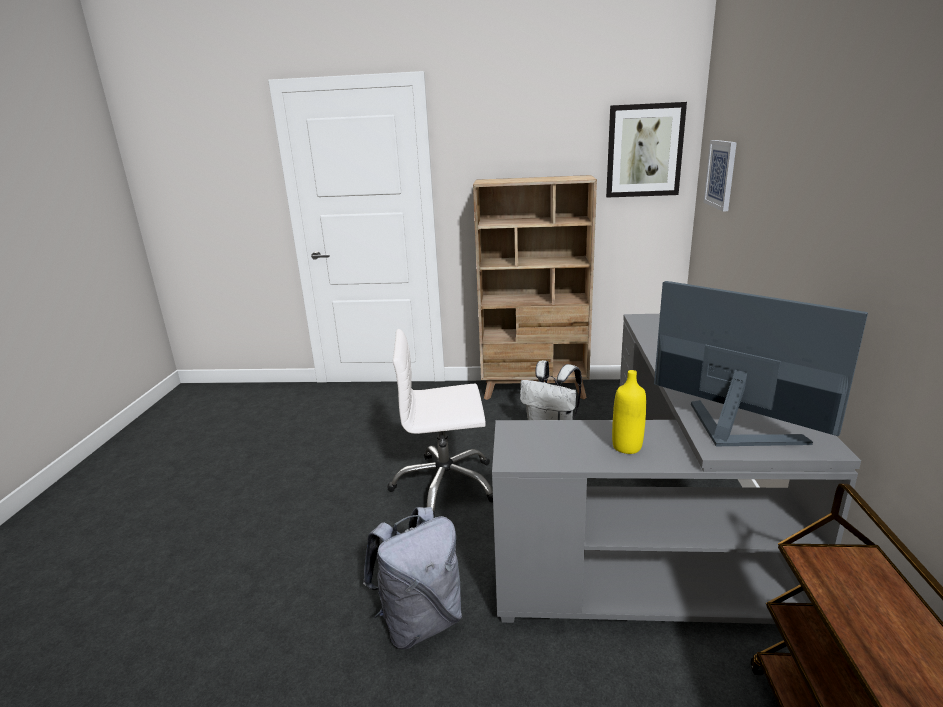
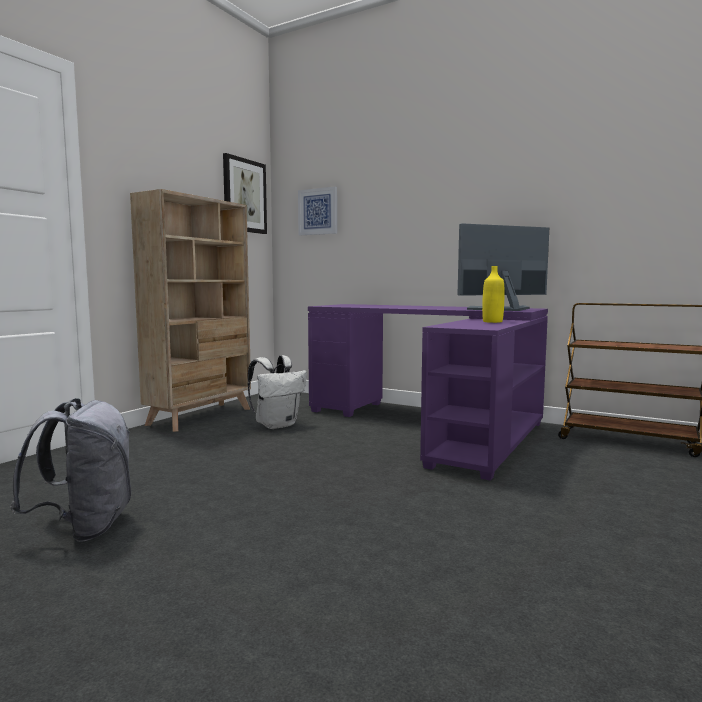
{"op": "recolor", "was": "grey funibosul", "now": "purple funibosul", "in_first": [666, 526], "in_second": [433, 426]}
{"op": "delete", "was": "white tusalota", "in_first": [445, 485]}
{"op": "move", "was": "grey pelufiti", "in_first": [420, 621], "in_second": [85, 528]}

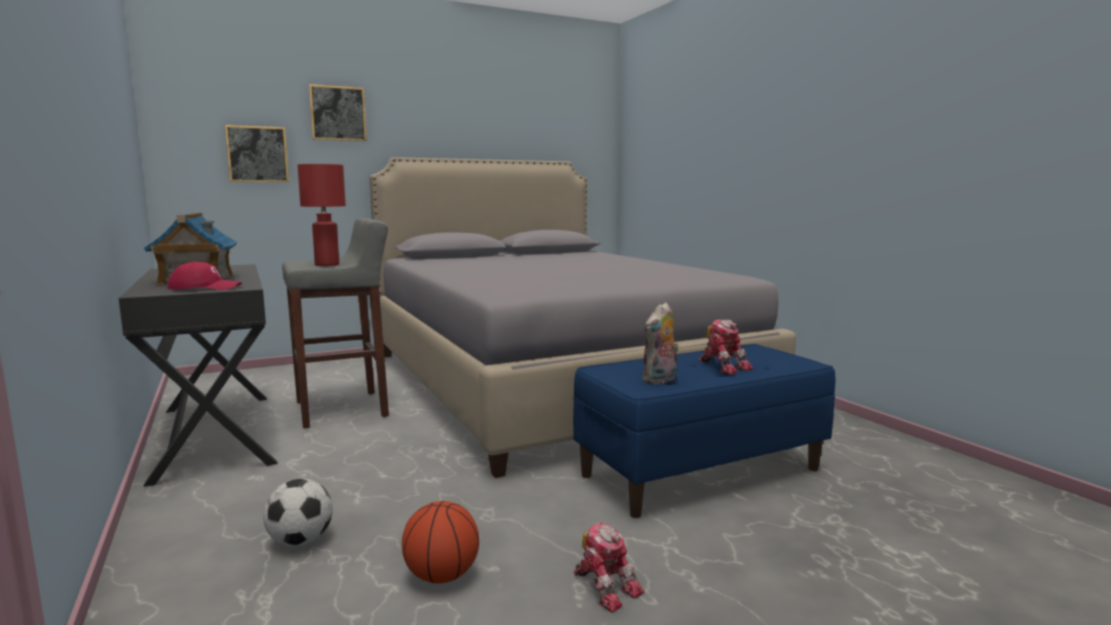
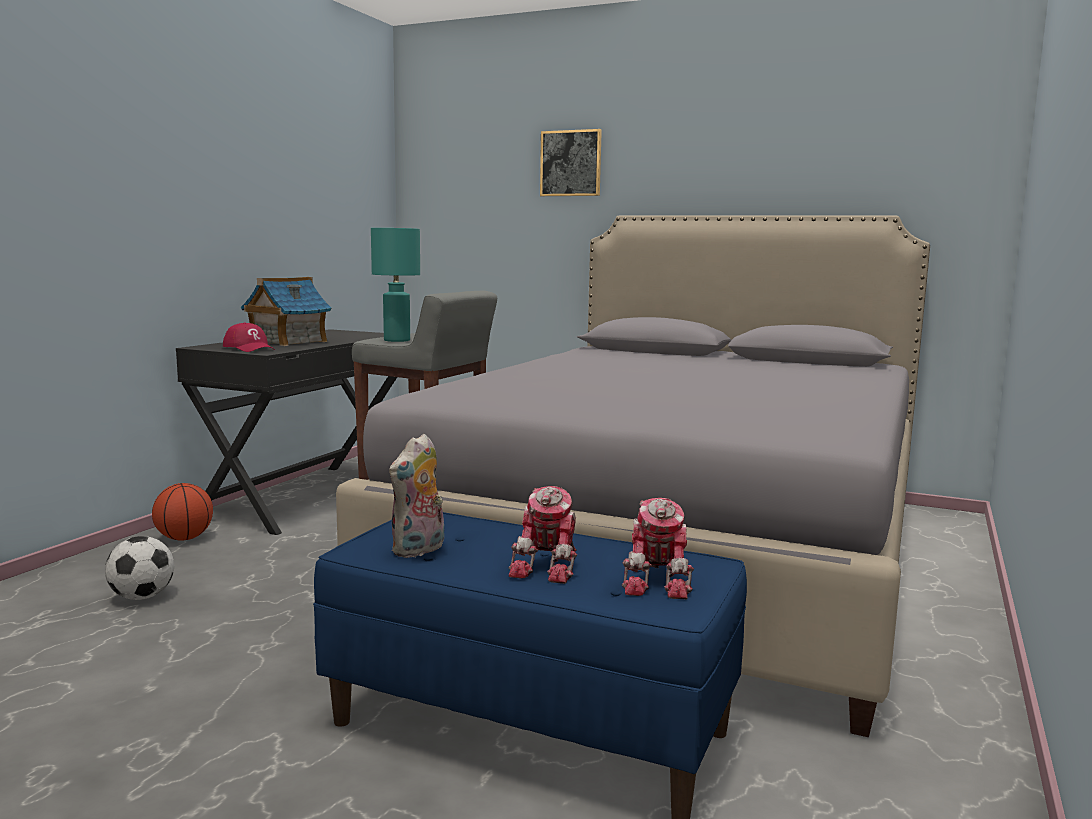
{"op": "delete", "was": "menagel", "in_first": [257, 154]}
{"op": "recolor", "was": "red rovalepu", "now": "turquoise rovalepu", "in_first": [327, 265], "in_second": [397, 340]}
{"op": "rotate", "was": "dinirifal", "in_first": [660, 380], "in_second": [419, 550], "clockwise": -60}
{"op": "move", "was": "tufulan", "in_first": [441, 576], "in_second": [184, 538]}
{"op": "move", "was": "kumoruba", "in_first": [605, 586], "in_second": [659, 581]}

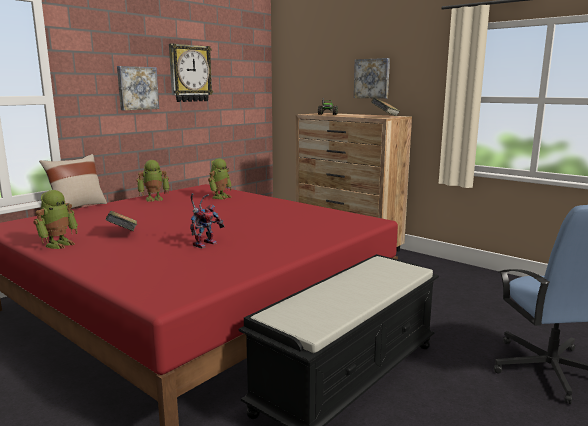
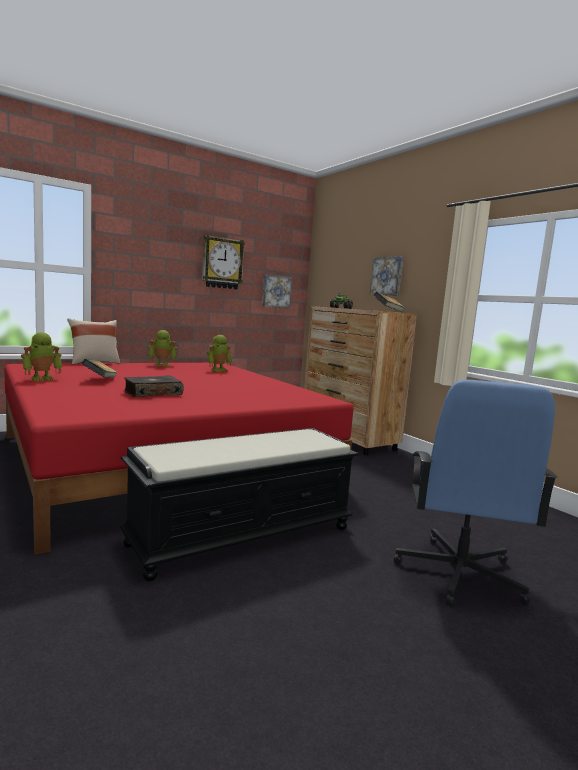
{"op": "move", "was": "menagel", "in_first": [137, 88], "in_second": [276, 291]}
{"op": "replace", "was": "kumoruba", "now": "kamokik", "in_first": [205, 243], "in_second": [152, 393]}

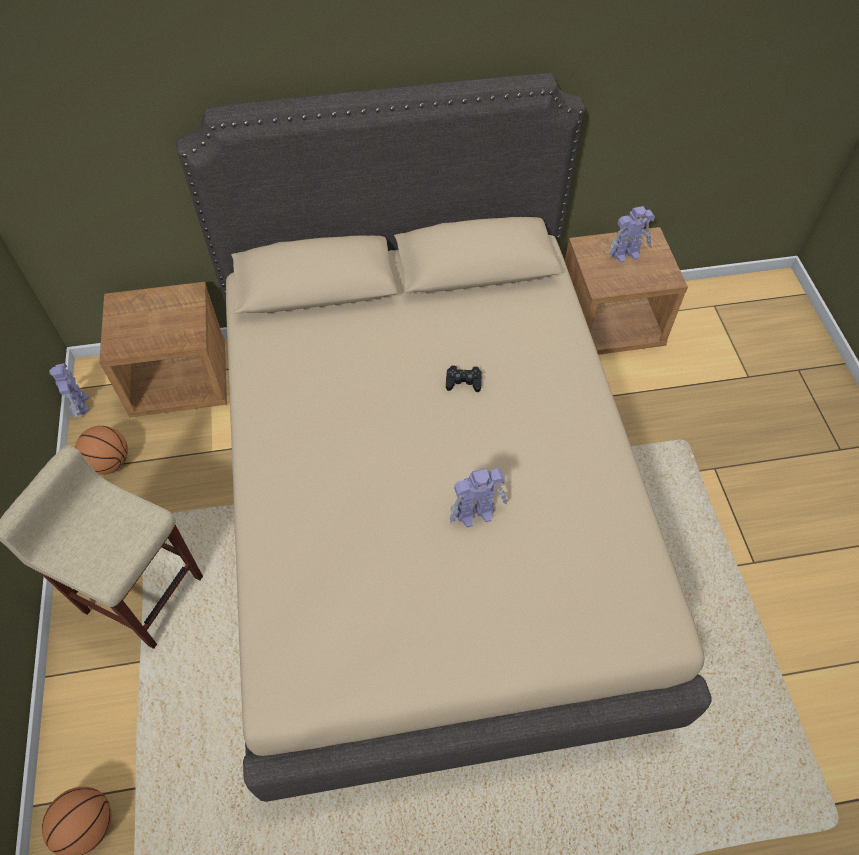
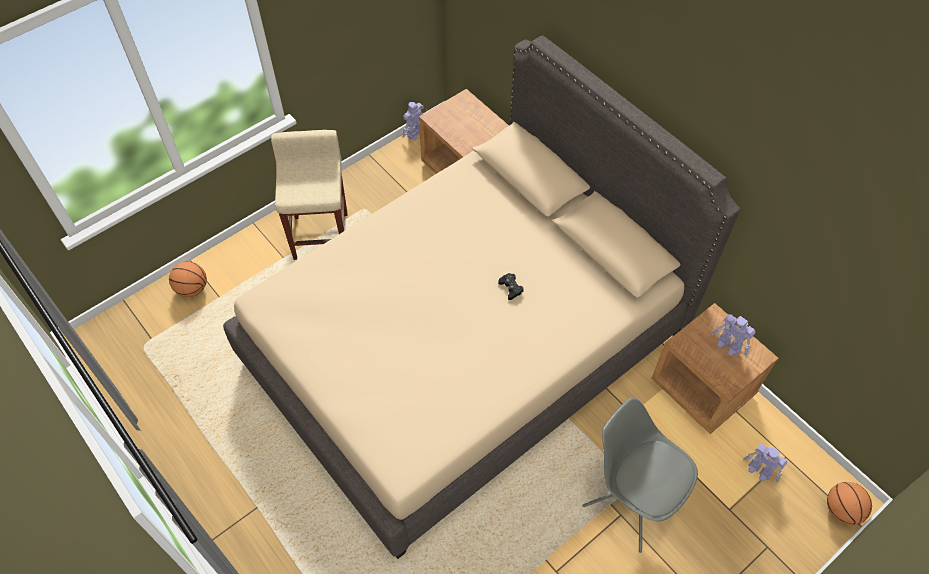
{"op": "move", "was": "tufulan", "in_first": [109, 462], "in_second": [841, 510]}
{"op": "move", "was": "kumoruba", "in_first": [476, 513], "in_second": [760, 471]}
{"op": "insert", "now": "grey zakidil", "in_second": [630, 501]}

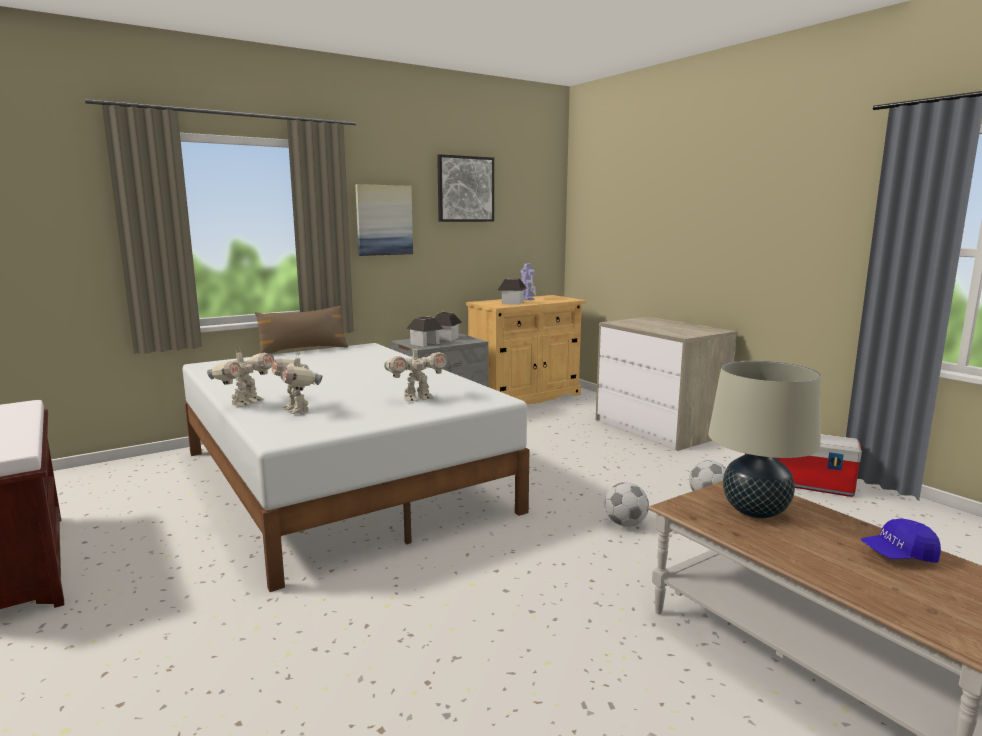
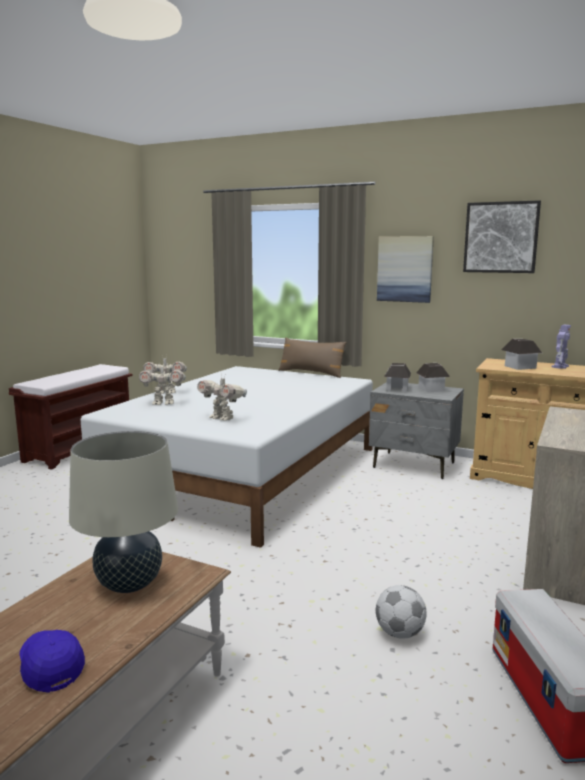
{"op": "rotate", "was": "kumoruba", "in_first": [298, 410], "in_second": [163, 403], "clockwise": -120}
{"op": "delete", "was": "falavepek", "in_first": [625, 524]}

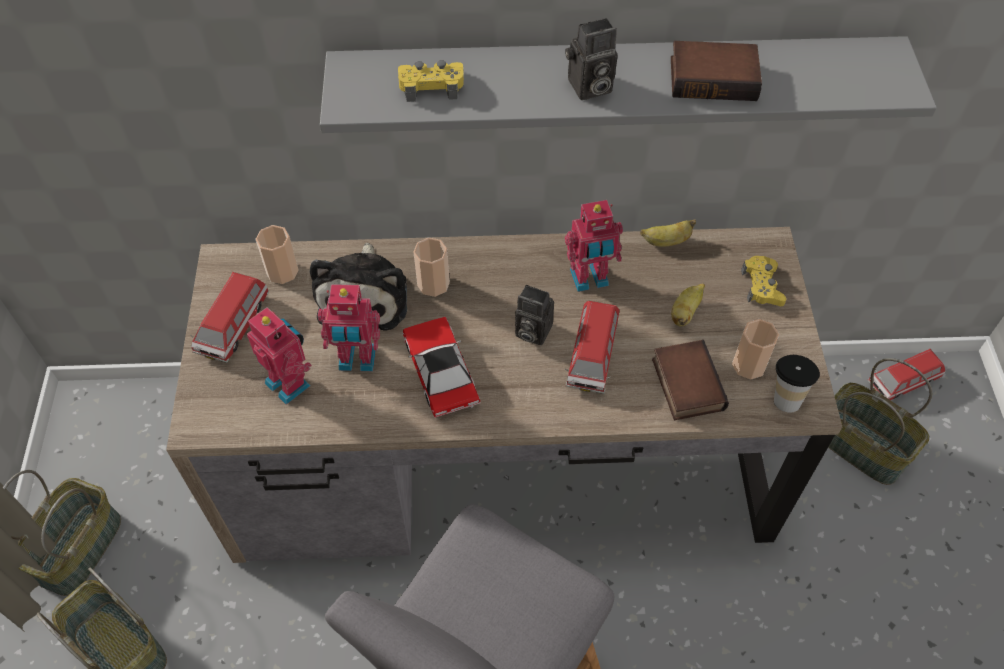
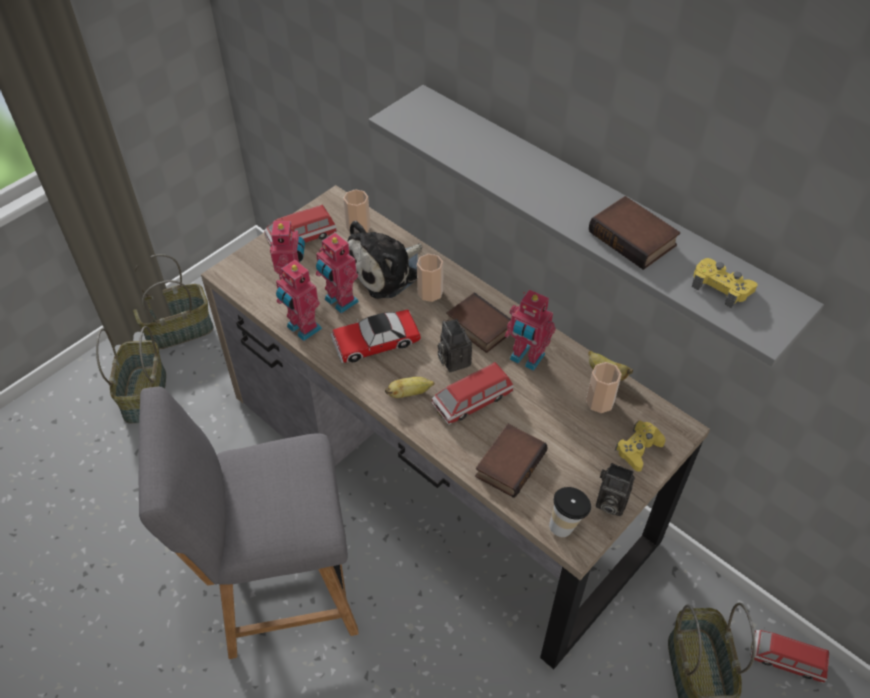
{"op": "move", "was": "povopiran", "in_first": [589, 88], "in_second": [609, 502]}
{"op": "move", "was": "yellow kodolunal", "in_first": [431, 86], "in_second": [721, 287]}
{"op": "move", "was": "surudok", "in_first": [685, 312], "in_second": [409, 393]}
{"op": "rotate", "was": "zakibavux", "in_first": [440, 372], "in_second": [375, 342], "clockwise": -135}
{"op": "move", "was": "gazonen", "in_first": [749, 365], "in_second": [600, 401]}
{"op": "insert", "now": "kumoruba", "in_second": [302, 329]}
{"op": "insert", "now": "kamokik", "in_second": [478, 327]}

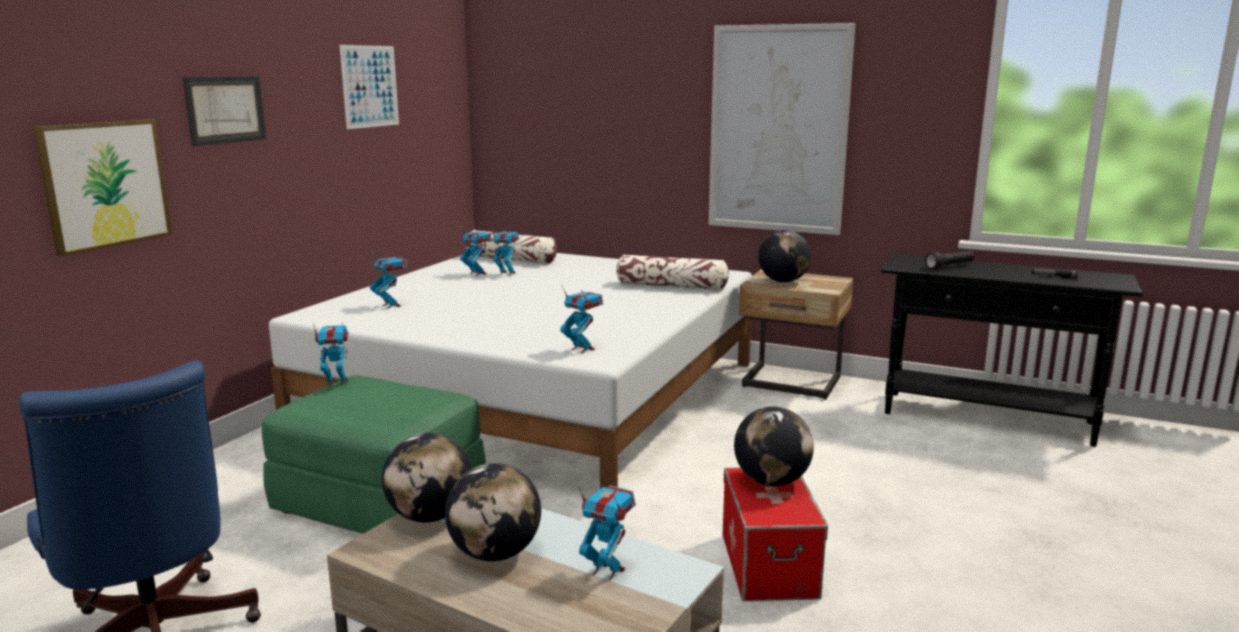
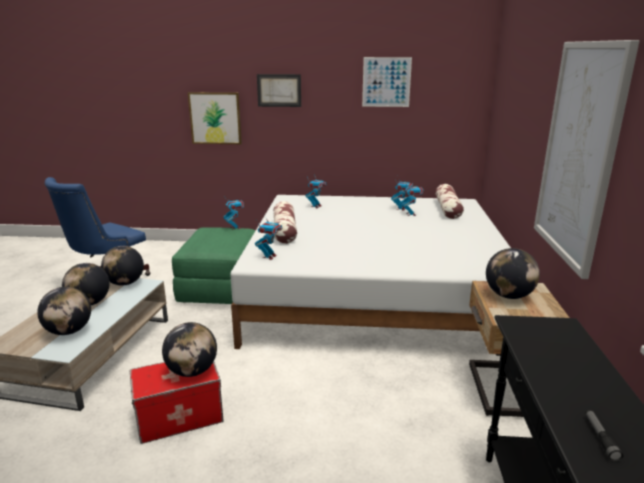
{"op": "delete", "was": "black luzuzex", "in_first": [949, 266]}
{"op": "move", "was": "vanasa", "in_first": [672, 286], "in_second": [284, 231]}
{"op": "replace", "was": "kumoruba", "now": "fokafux", "in_first": [607, 571], "in_second": [69, 331]}

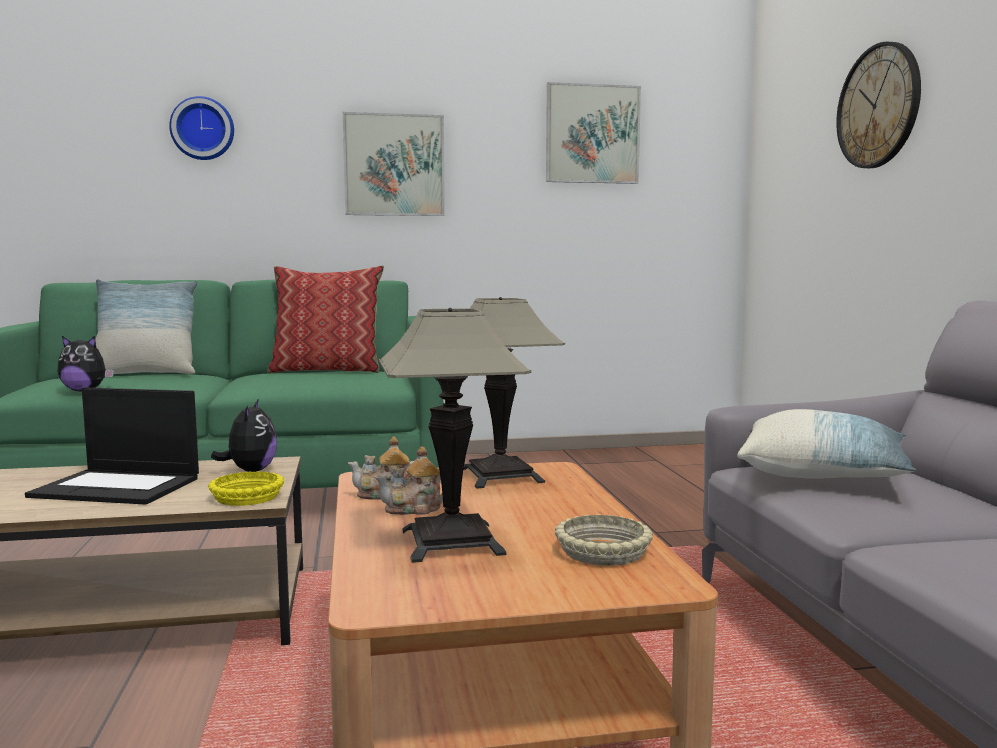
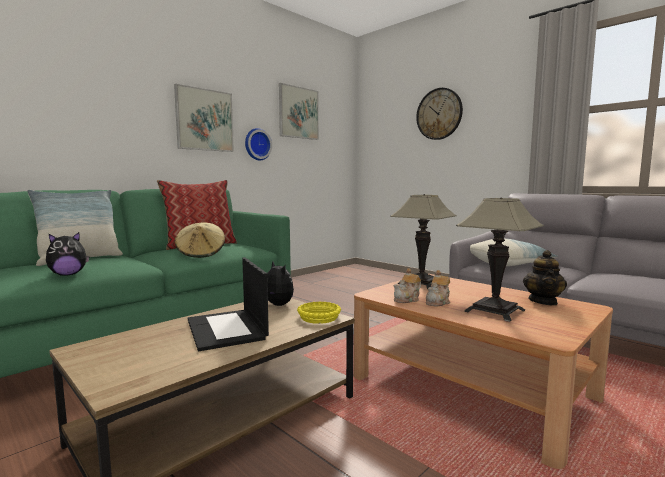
{"op": "move", "was": "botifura", "in_first": [203, 129], "in_second": [257, 144]}
{"op": "rotate", "was": "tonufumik", "in_first": [119, 487], "in_second": [227, 329], "clockwise": 90}
{"op": "replace", "was": "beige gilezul", "now": "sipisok", "in_first": [604, 550], "in_second": [543, 301]}
{"op": "insert", "now": "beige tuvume", "in_second": [201, 254]}

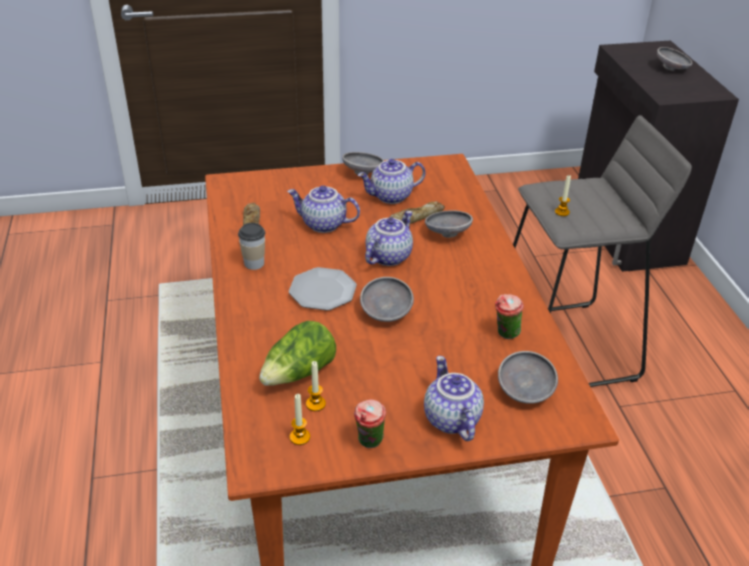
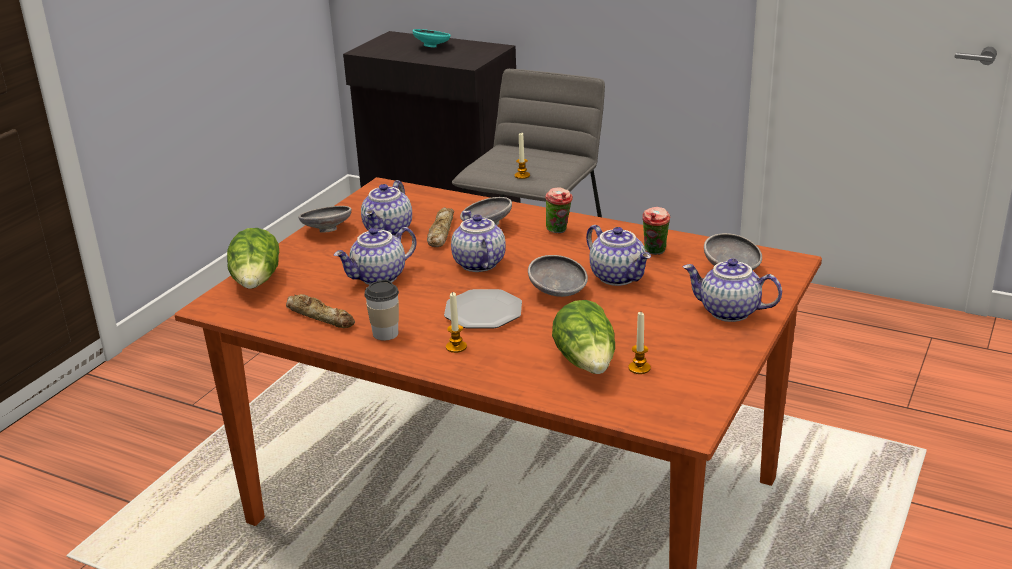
{"op": "recolor", "was": "grey gilezul", "now": "turquoise gilezul", "in_first": [672, 69], "in_second": [433, 46]}
{"op": "move", "was": "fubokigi", "in_first": [299, 437], "in_second": [456, 347]}
{"op": "move", "was": "gazonen", "in_first": [369, 443], "in_second": [559, 231]}
{"op": "insert", "now": "sipisok", "in_second": [619, 277]}
{"op": "insert", "now": "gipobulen", "in_second": [257, 282]}

